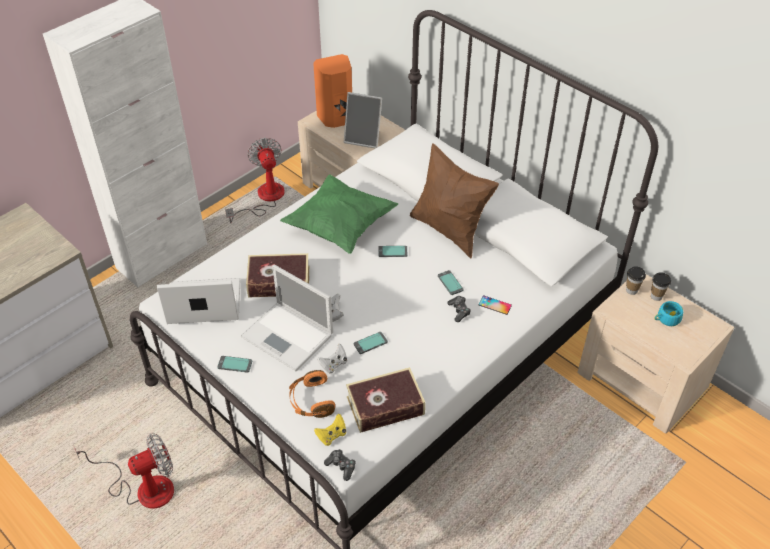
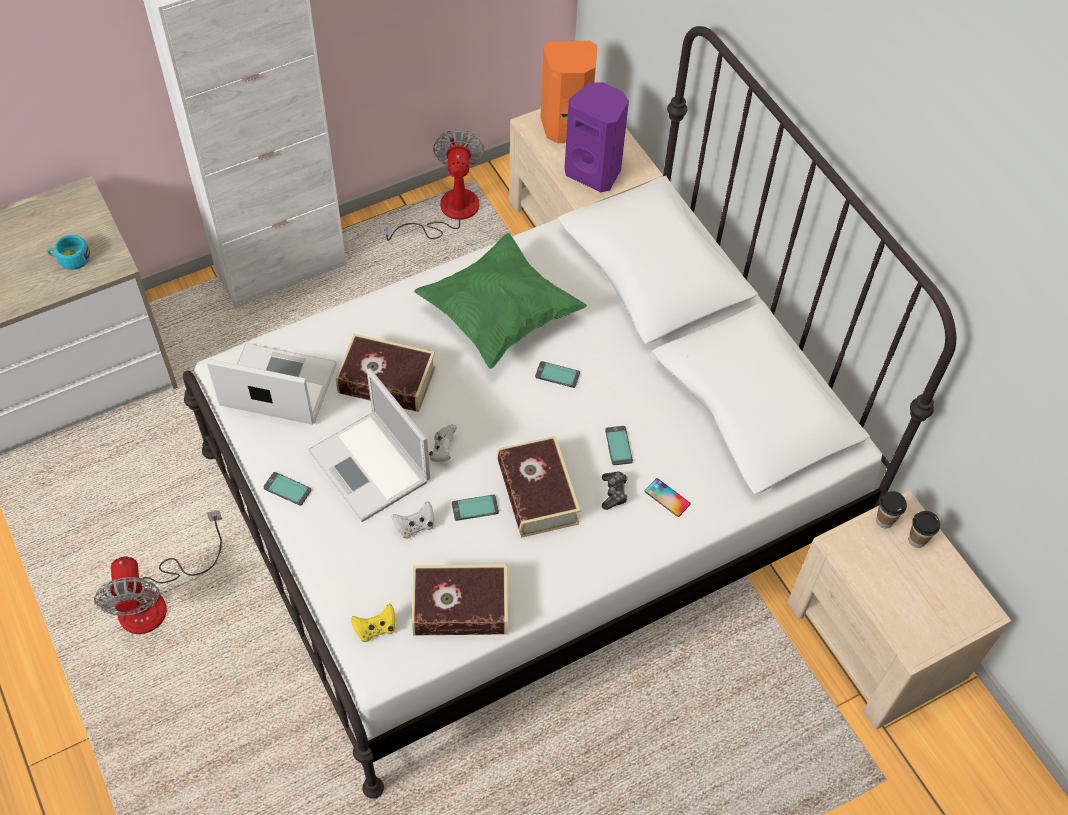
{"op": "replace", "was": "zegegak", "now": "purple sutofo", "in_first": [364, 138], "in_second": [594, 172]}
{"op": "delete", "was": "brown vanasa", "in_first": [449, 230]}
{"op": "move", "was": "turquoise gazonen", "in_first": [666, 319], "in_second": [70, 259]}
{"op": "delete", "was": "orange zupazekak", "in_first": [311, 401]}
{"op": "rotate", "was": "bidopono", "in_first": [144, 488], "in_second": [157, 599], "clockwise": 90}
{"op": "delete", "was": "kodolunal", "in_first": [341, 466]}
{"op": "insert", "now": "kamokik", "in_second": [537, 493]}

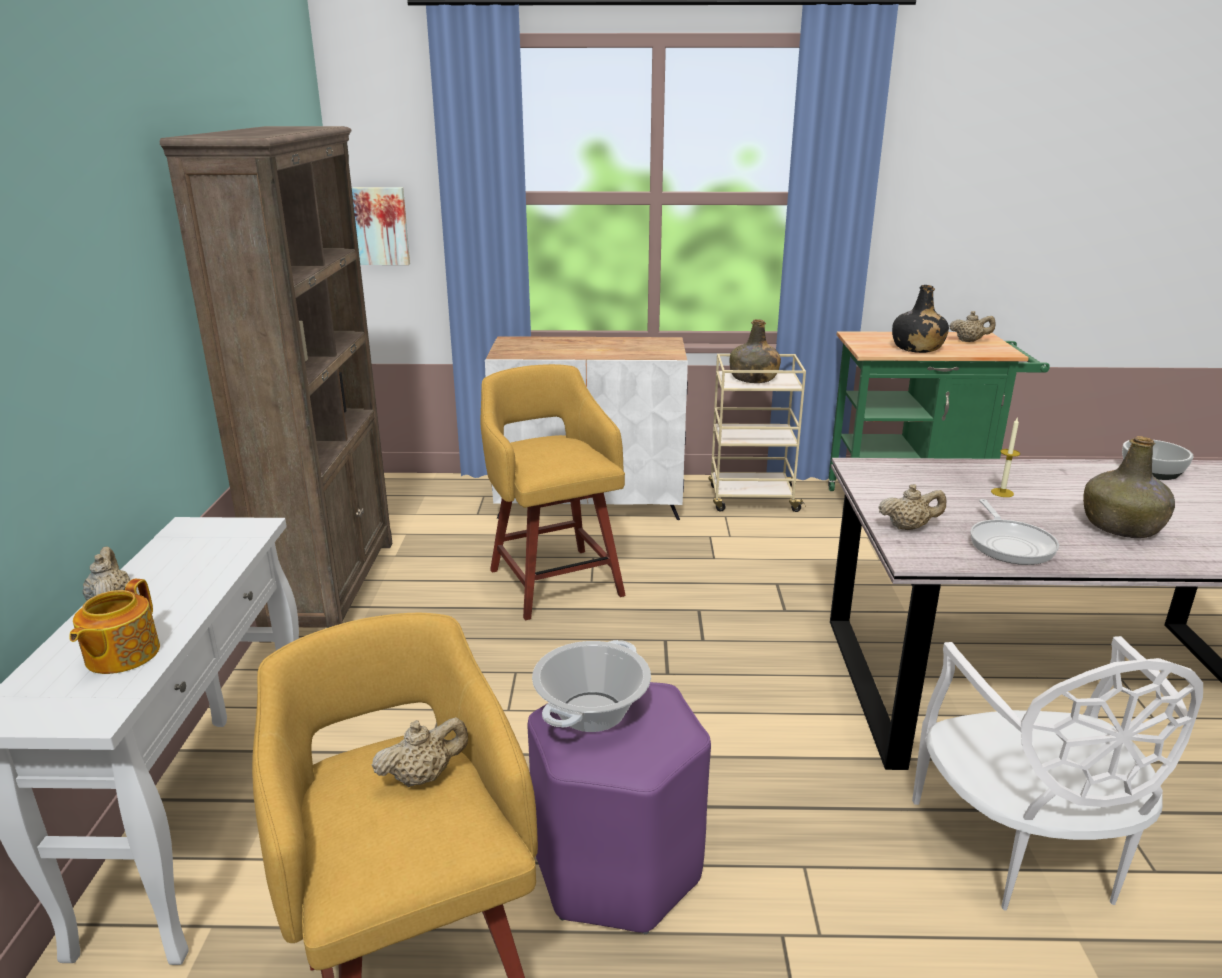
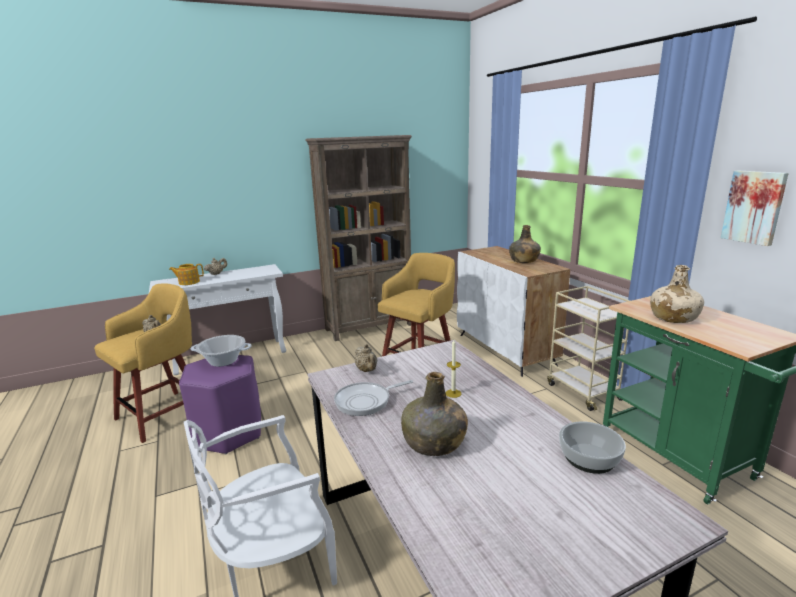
{"op": "move", "was": "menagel", "in_first": [382, 226], "in_second": [754, 207]}
{"op": "recolor", "was": "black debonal", "now": "beige debonal", "in_first": [916, 348], "in_second": [672, 318]}
{"op": "delete", "was": "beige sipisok", "in_first": [969, 341]}
{"op": "move", "was": "green debonal", "in_first": [753, 378], "in_second": [523, 260]}

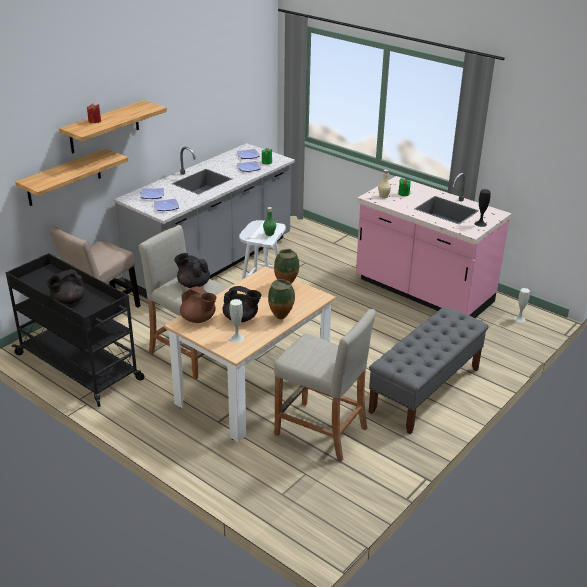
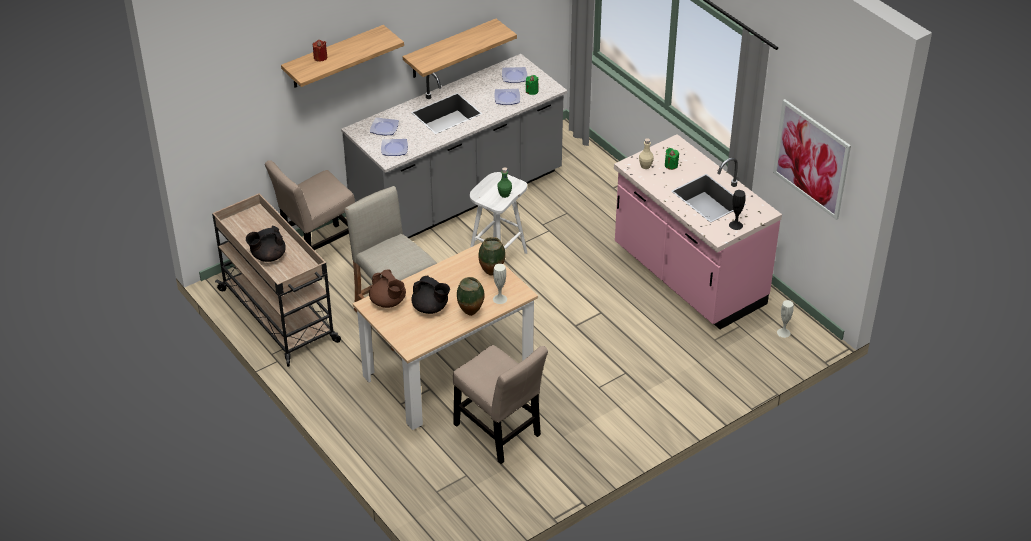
{"op": "move", "was": "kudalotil", "in_first": [64, 177], "in_second": [450, 49]}
{"op": "recolor", "was": "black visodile", "now": "beige visodile", "in_first": [80, 367], "in_second": [279, 316]}
{"op": "delete", "was": "black sipisok", "in_first": [193, 284]}
{"op": "move", "was": "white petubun", "in_first": [237, 338], "in_second": [500, 299]}
{"op": "delete", "was": "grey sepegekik", "in_first": [425, 390]}
{"op": "replace", "was": "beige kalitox", "now": "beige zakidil", "in_first": [321, 431], "in_second": [499, 433]}
{"op": "insert", "now": "menagel", "in_second": [811, 159]}

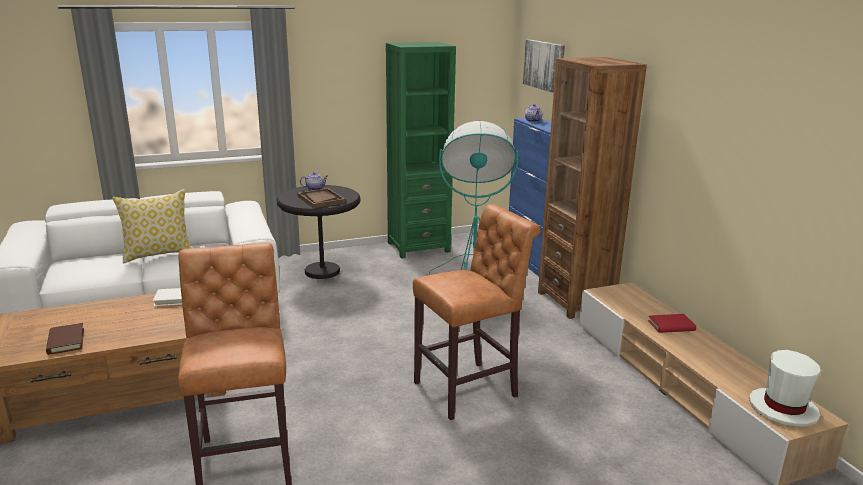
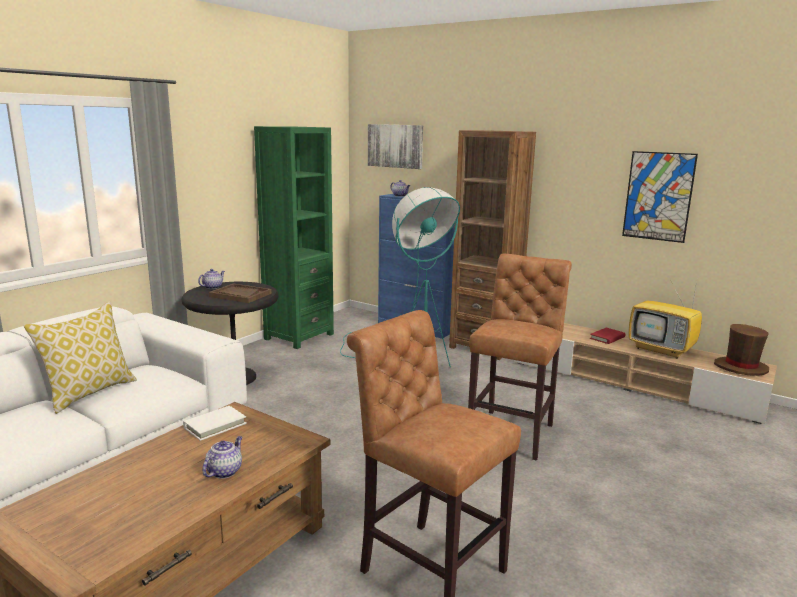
{"op": "delete", "was": "brown kamokik", "in_first": [66, 341]}
{"op": "recolor", "was": "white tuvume", "now": "brown tuvume", "in_first": [782, 409], "in_second": [740, 368]}
{"op": "insert", "now": "menagel", "in_second": [658, 196]}
{"op": "insert", "now": "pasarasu", "in_second": [662, 350]}
{"op": "insert", "now": "sipisok", "in_second": [224, 471]}

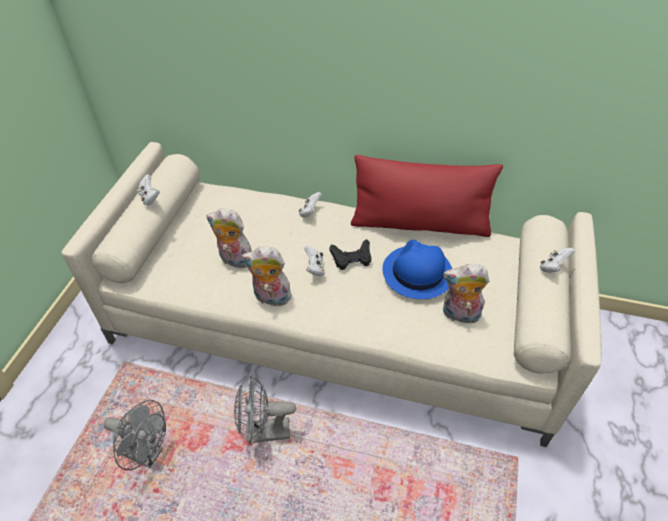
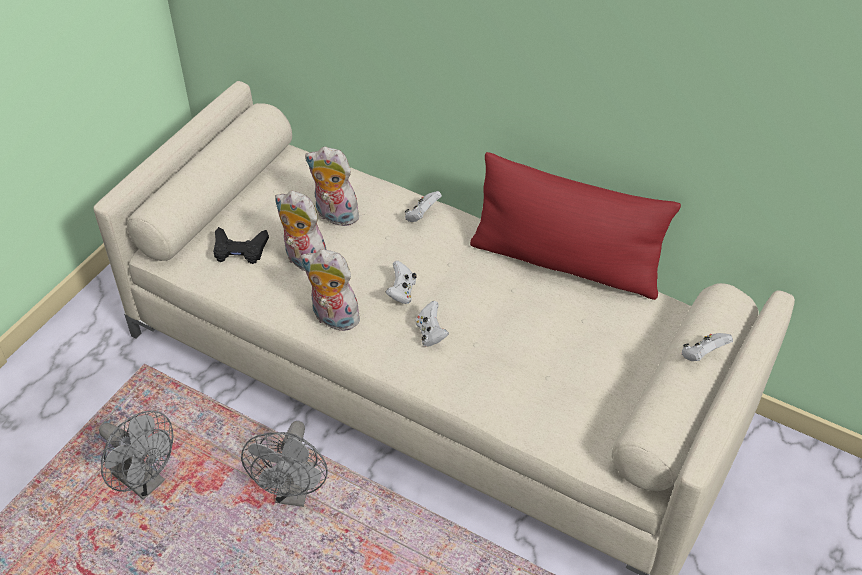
{"op": "move", "was": "white kodolunal", "in_first": [149, 197], "in_second": [431, 333]}
{"op": "move", "was": "black kodolunal", "in_first": [352, 258], "in_second": [239, 250]}
{"op": "delete", "was": "blue tuvume", "in_first": [417, 273]}
{"op": "move", "was": "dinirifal", "in_first": [459, 315], "in_second": [334, 216]}
{"op": "rotate", "was": "grey bidopono", "in_first": [264, 432], "in_second": [294, 492], "clockwise": -90}

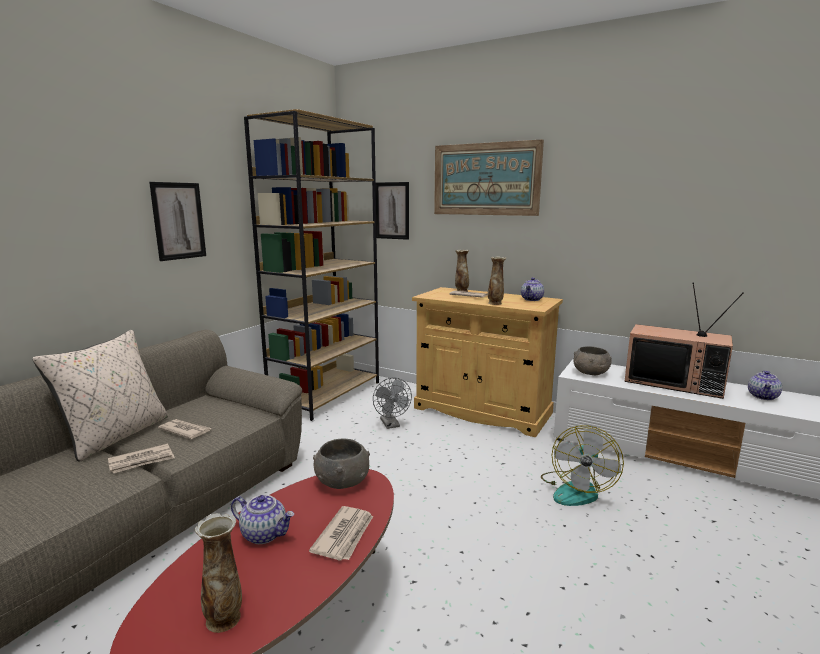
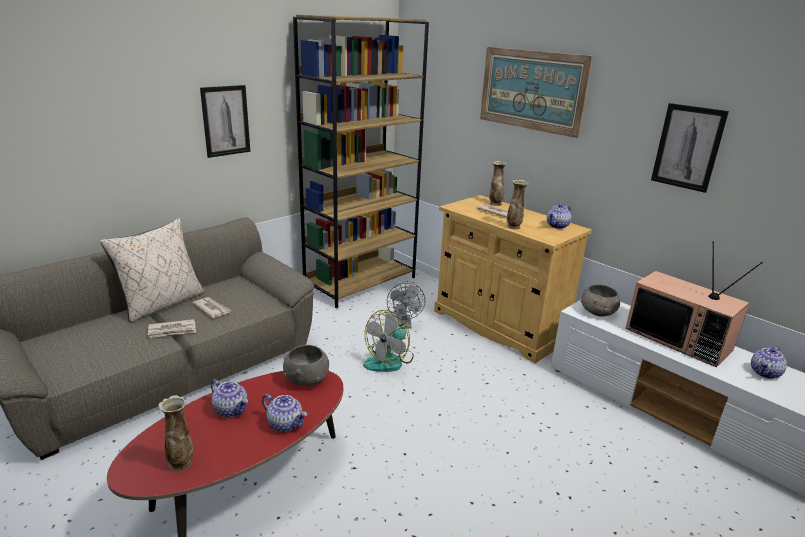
{"op": "move", "was": "menagel", "in_first": [392, 210], "in_second": [688, 147]}
{"op": "move", "was": "bidopono", "in_first": [576, 489], "in_second": [389, 360]}
{"op": "replace", "was": "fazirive", "now": "sipisok", "in_first": [345, 535], "in_second": [286, 424]}

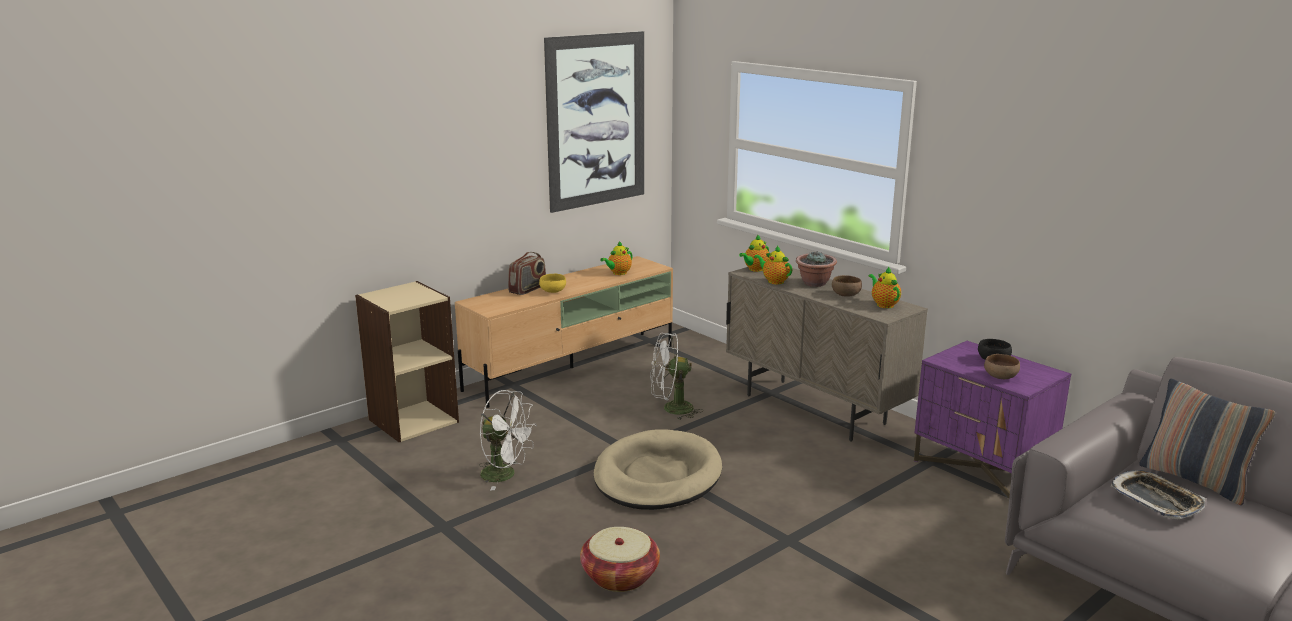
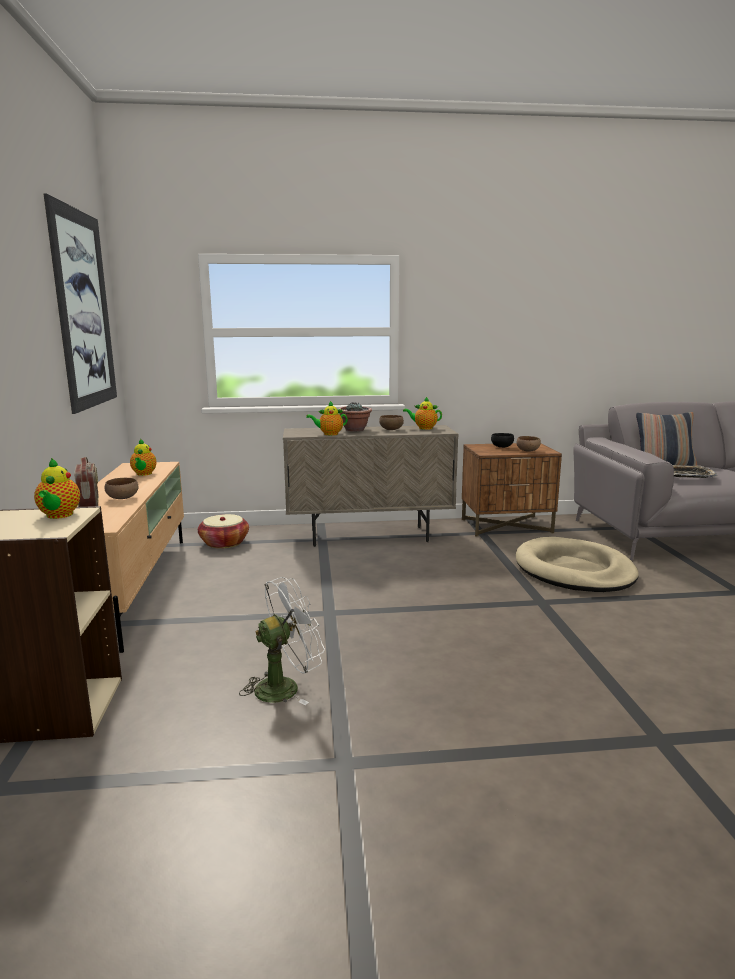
{"op": "move", "was": "sipisok", "in_first": [755, 269], "in_second": [59, 516]}
{"op": "recolor", "was": "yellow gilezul", "now": "brown gilezul", "in_first": [553, 292], "in_second": [123, 498]}
{"op": "delete", "was": "white bidopono", "in_first": [671, 409]}
{"op": "recolor", "was": "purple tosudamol", "now": "brown tosudamol", "in_first": [982, 469], "in_second": [507, 526]}
{"op": "move", "was": "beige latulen", "in_first": [657, 476], "in_second": [574, 570]}
{"op": "move", "was": "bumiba", "in_first": [620, 576], "in_second": [224, 543]}

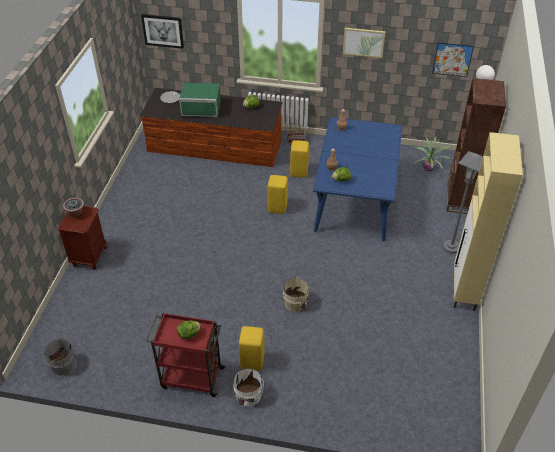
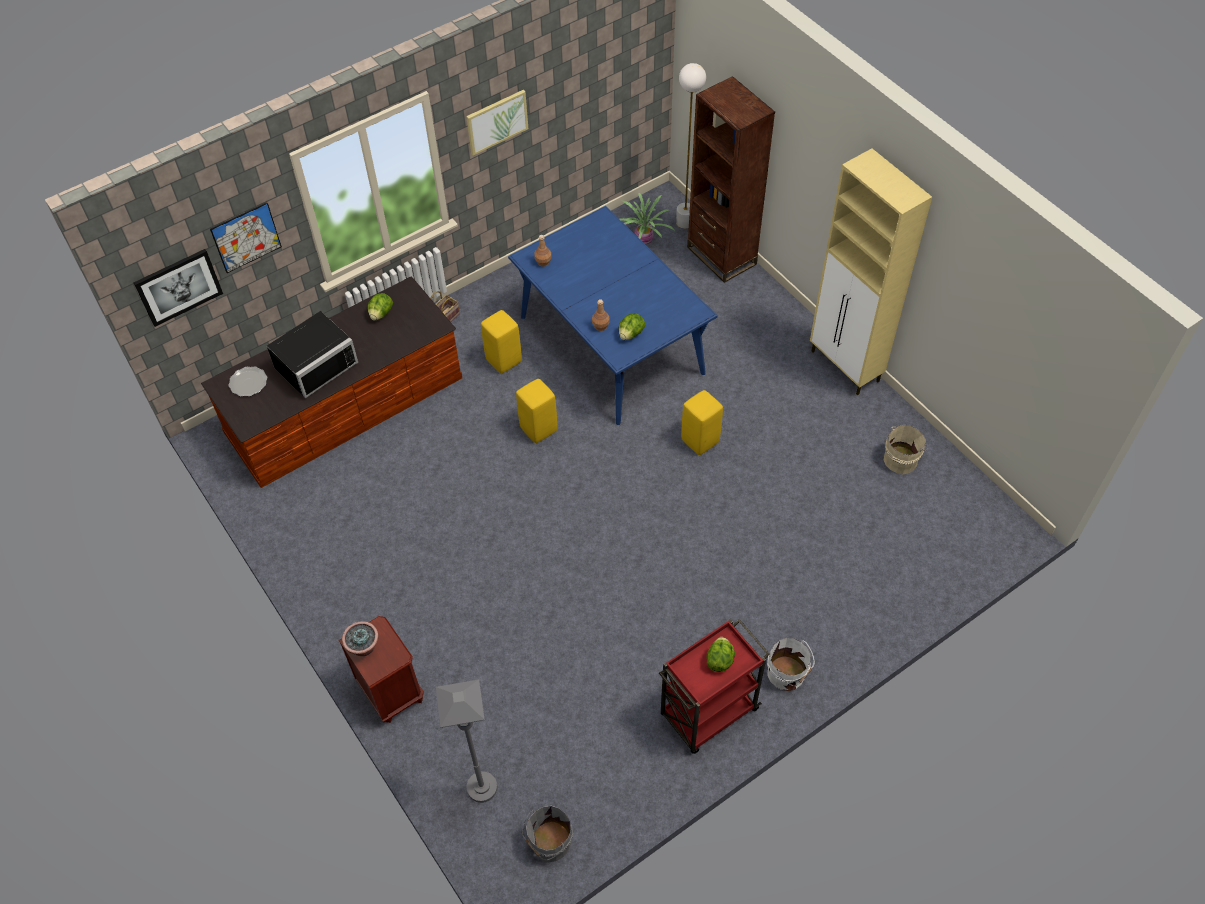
{"op": "move", "was": "menagel", "in_first": [452, 59], "in_second": [246, 237]}
{"op": "recolor", "was": "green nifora", "now": "black nifora", "in_first": [202, 107], "in_second": [314, 363]}
{"op": "move", "was": "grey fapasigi", "in_first": [451, 247], "in_second": [482, 787]}
{"op": "move", "was": "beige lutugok", "in_first": [296, 303], "in_second": [901, 459]}
{"op": "move", "was": "yellow kalitox", "in_first": [252, 362], "in_second": [700, 441]}

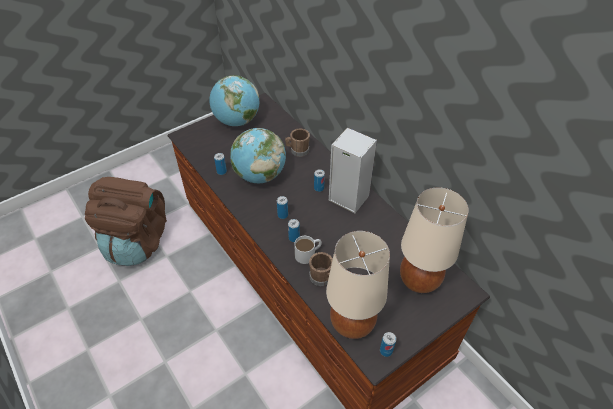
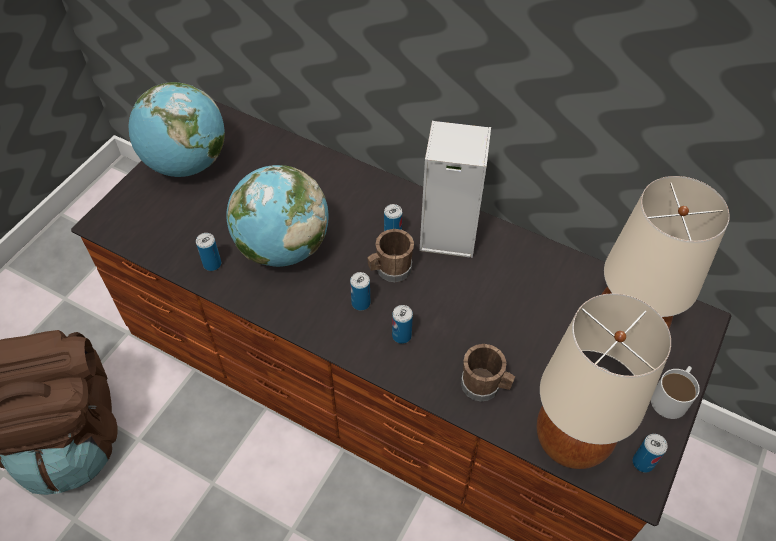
{"op": "move", "was": "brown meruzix", "in_first": [297, 150], "in_second": [390, 270]}
{"op": "move", "was": "white meruzix", "in_first": [308, 254], "in_second": [672, 396]}

